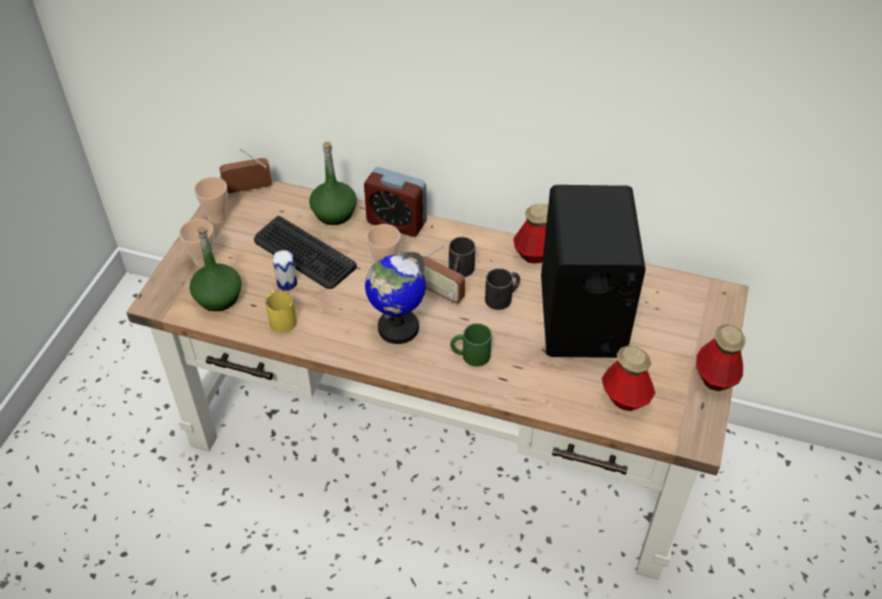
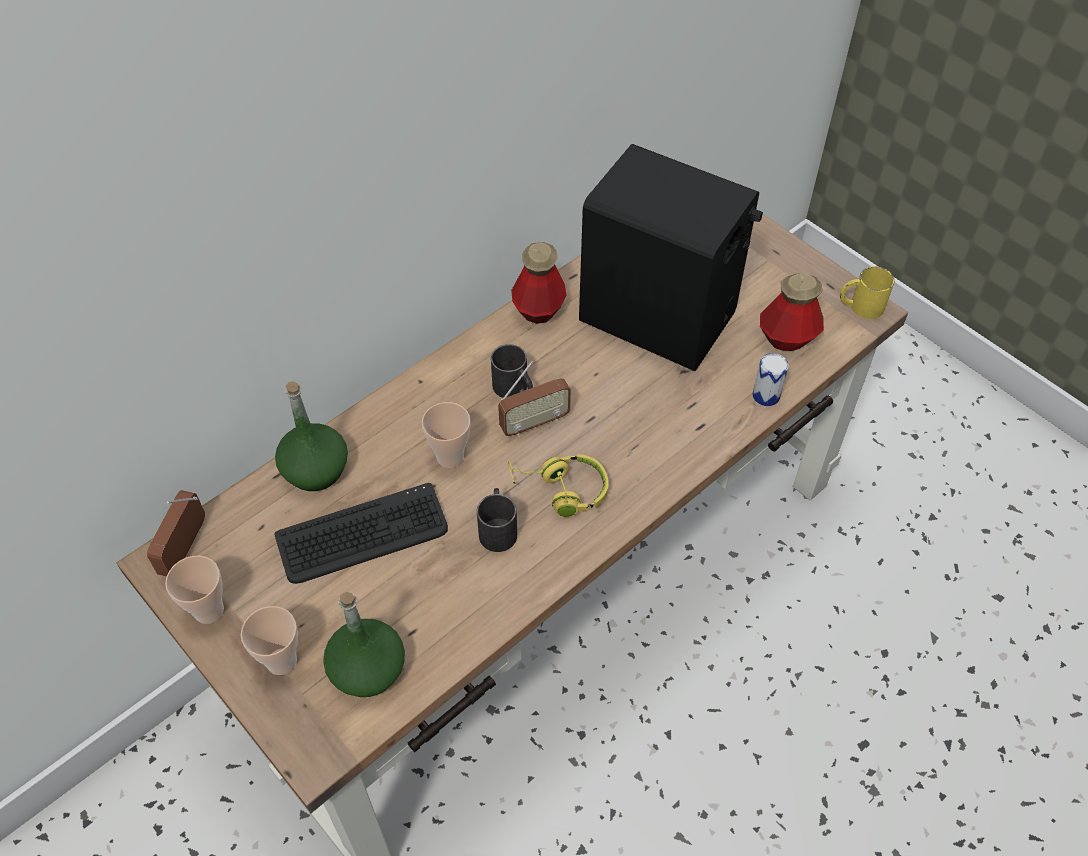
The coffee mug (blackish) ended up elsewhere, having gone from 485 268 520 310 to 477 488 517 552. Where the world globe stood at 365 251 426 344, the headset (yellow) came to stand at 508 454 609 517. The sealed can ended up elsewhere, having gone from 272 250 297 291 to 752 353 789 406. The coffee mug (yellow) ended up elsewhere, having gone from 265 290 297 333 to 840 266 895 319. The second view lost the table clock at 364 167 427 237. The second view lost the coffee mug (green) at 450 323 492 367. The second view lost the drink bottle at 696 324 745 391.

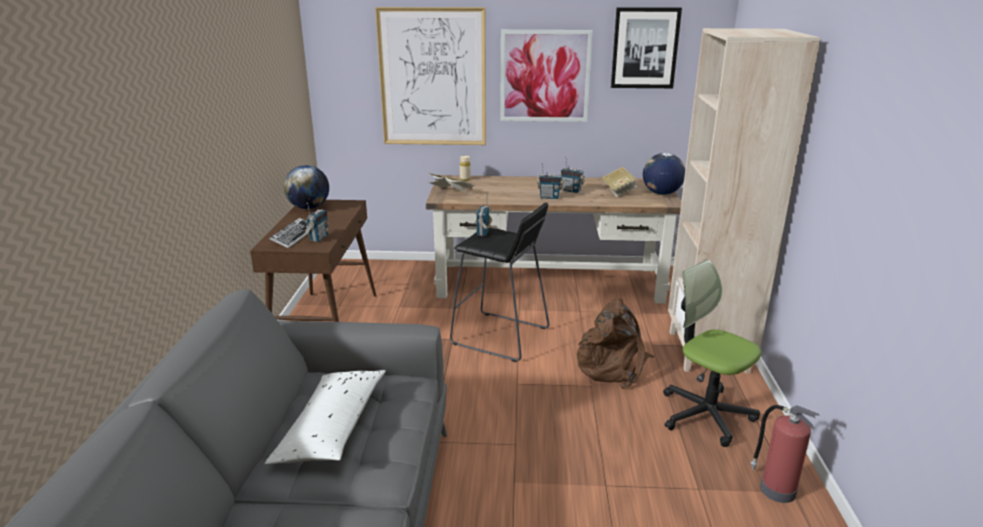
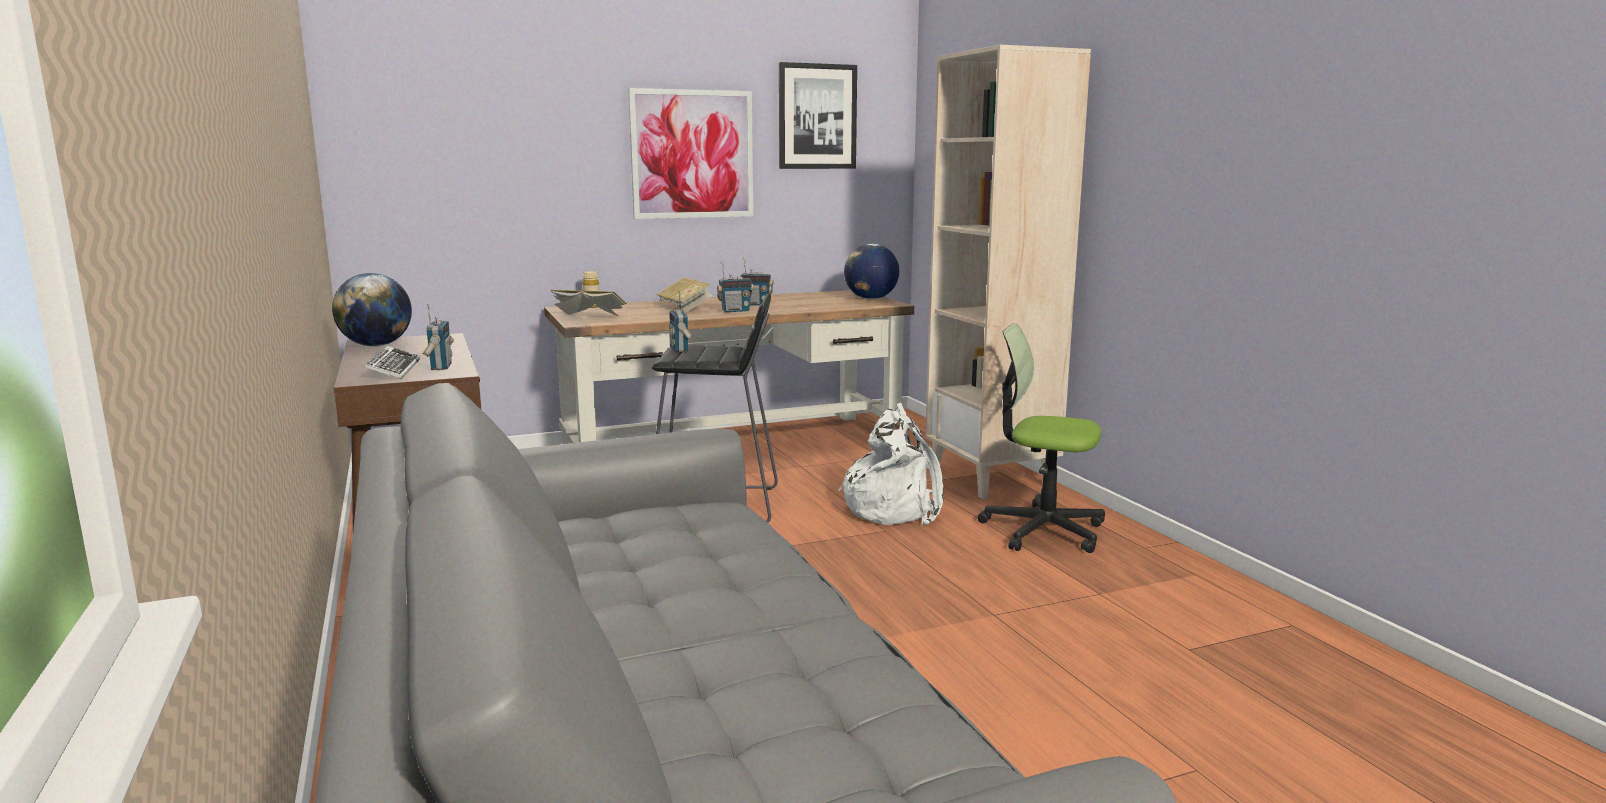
The volume ended up elsewhere, having gone from 602 167 637 197 to 656 277 713 312. What was the knapsack (brown-coloured) at 577 298 655 389 turned into the knapsack (white) at 838 403 943 526. The second view lost the cushion (white) at 265 370 386 464. The second view lost the wall picture at 375 7 486 145. The second view lost the extinguisher at 751 405 820 503.

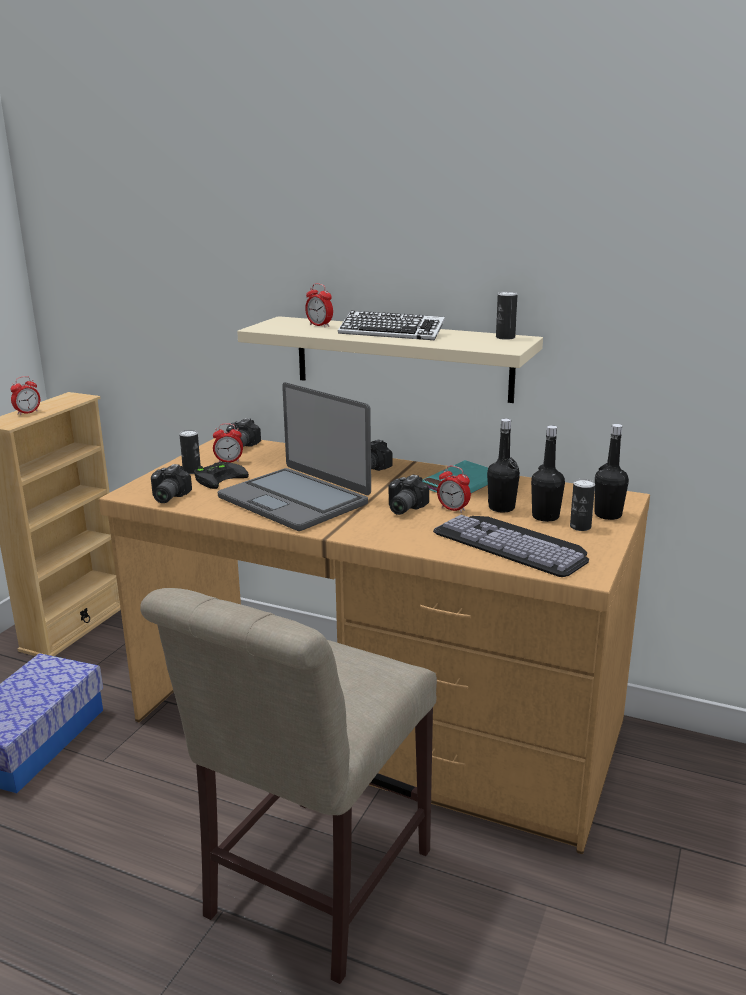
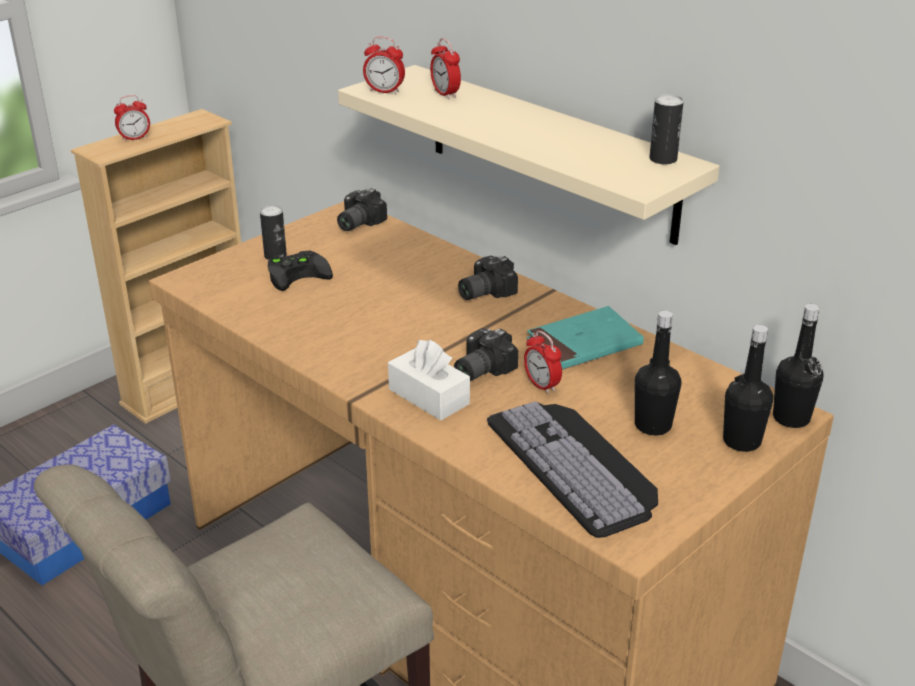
The table clock ended up elsewhere, having gone from 213 423 243 463 to 363 37 405 94. The second view gained the box of tissues (white) at 388 340 470 420. The drink bottle (blackish) ended up elsewhere, having gone from 487 419 520 513 to 773 304 824 428. The second view lost the still camera at 151 464 192 503. The second view lost the laptop at 218 382 371 531. The second view lost the PC keyboard at 338 311 445 340. The second view lost the sealed can at 570 479 595 531.

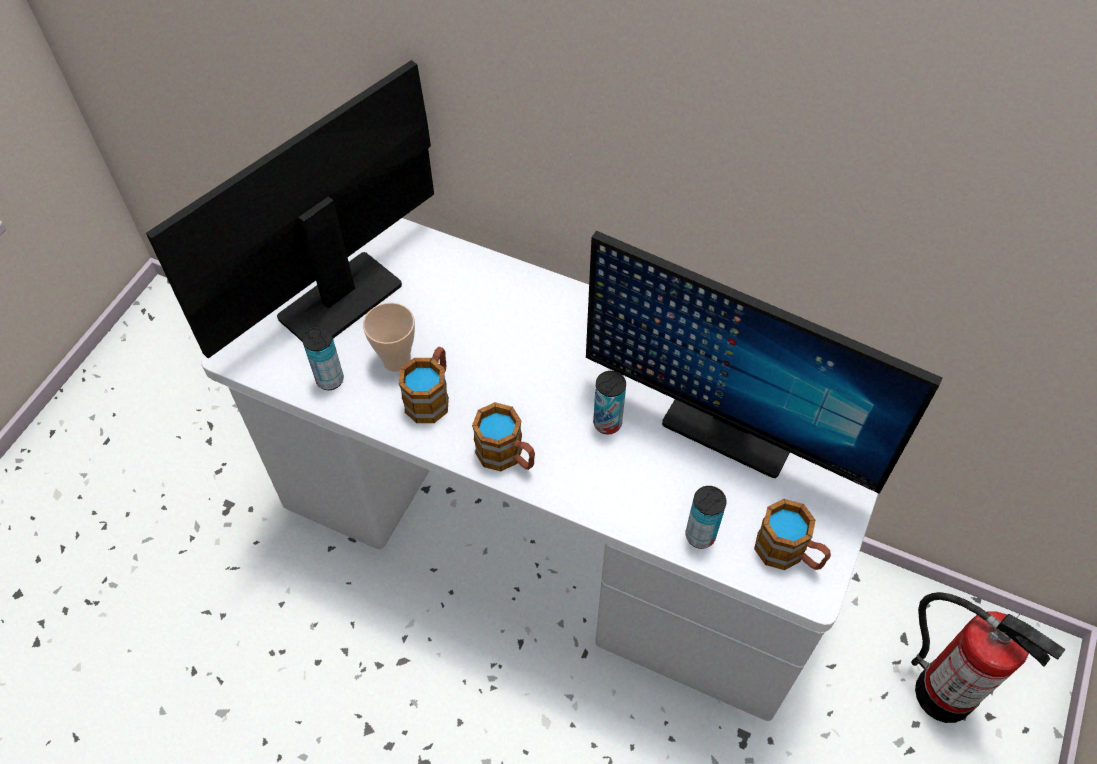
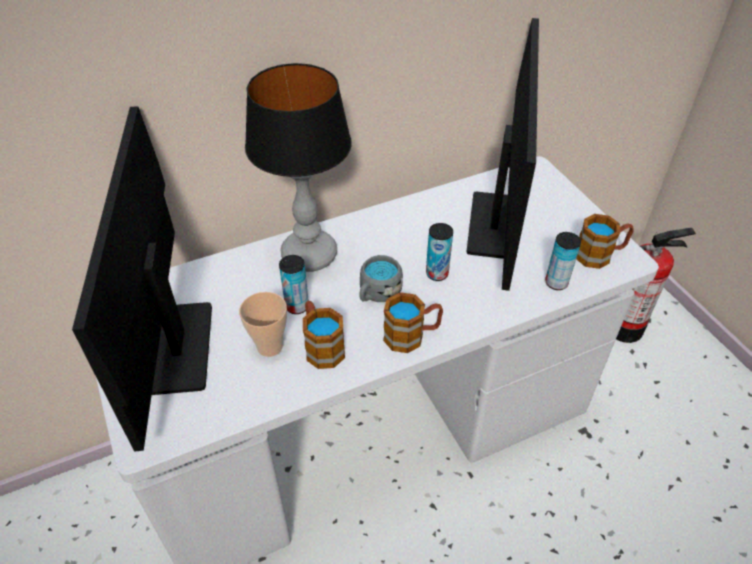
The second view gained the tabletop lamp at 245 63 352 272. The sealed can ended up elsewhere, having gone from 302 327 344 390 to 279 255 309 314. The second view gained the coffee mug (greyish) at 359 255 403 302. The computer screen at 586 231 943 494 ended up facing another way, 60 degrees counterclockwise from before.

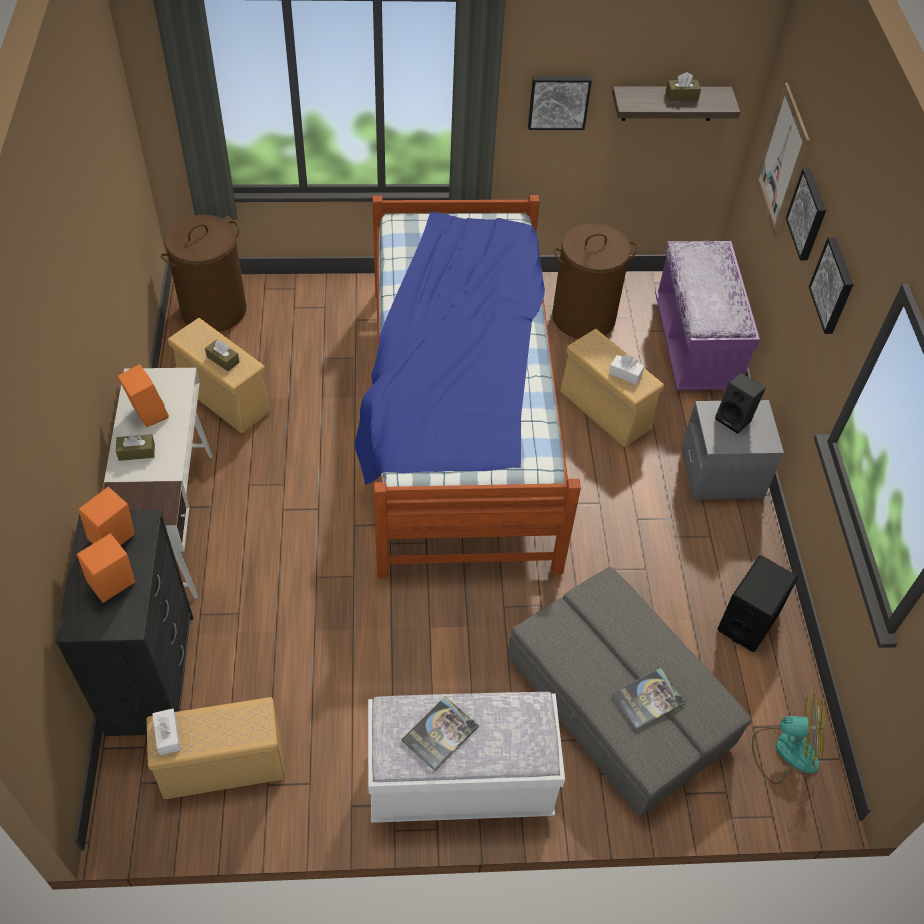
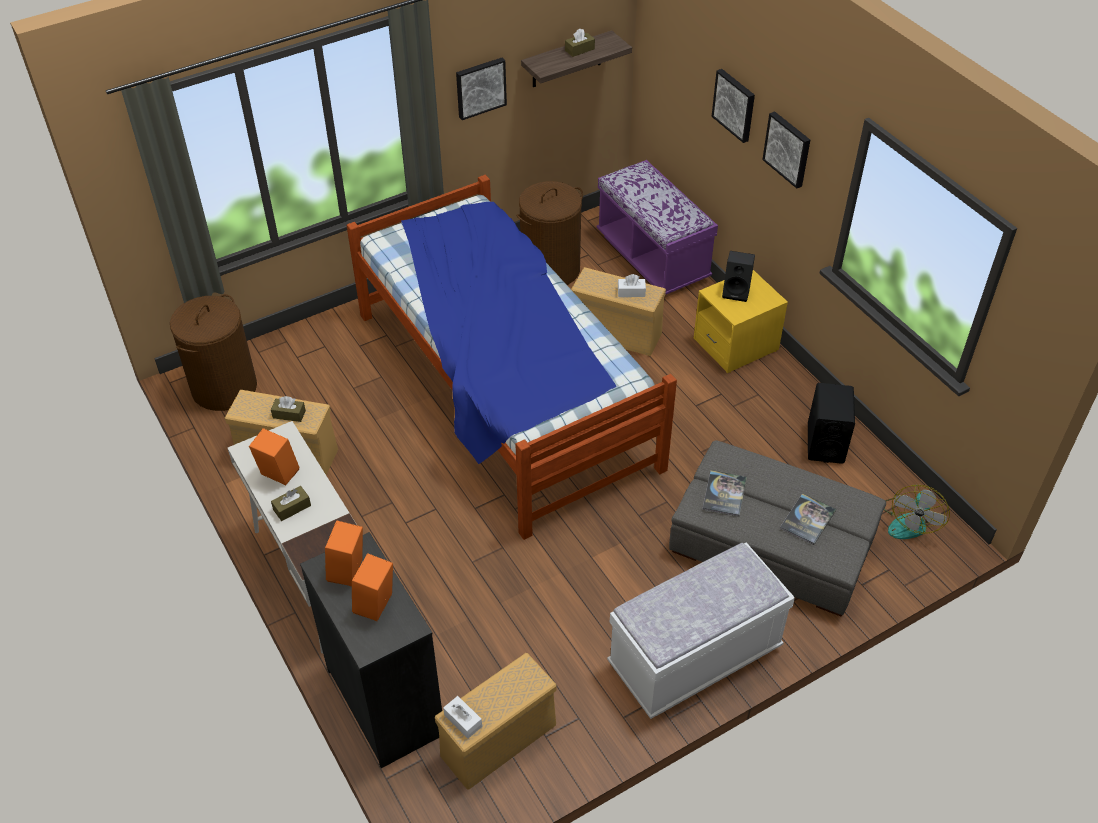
What was the nightstand (greyish) at 681 400 784 500 turned into the nightstand (yellow) at 693 270 788 373. The volume ended up elsewhere, having gone from 401 697 479 771 to 702 470 747 516. The fan at 752 694 825 785 ended up facing another way, 135 degrees clockwise from before. The second view lost the wall picture at 755 83 810 237.

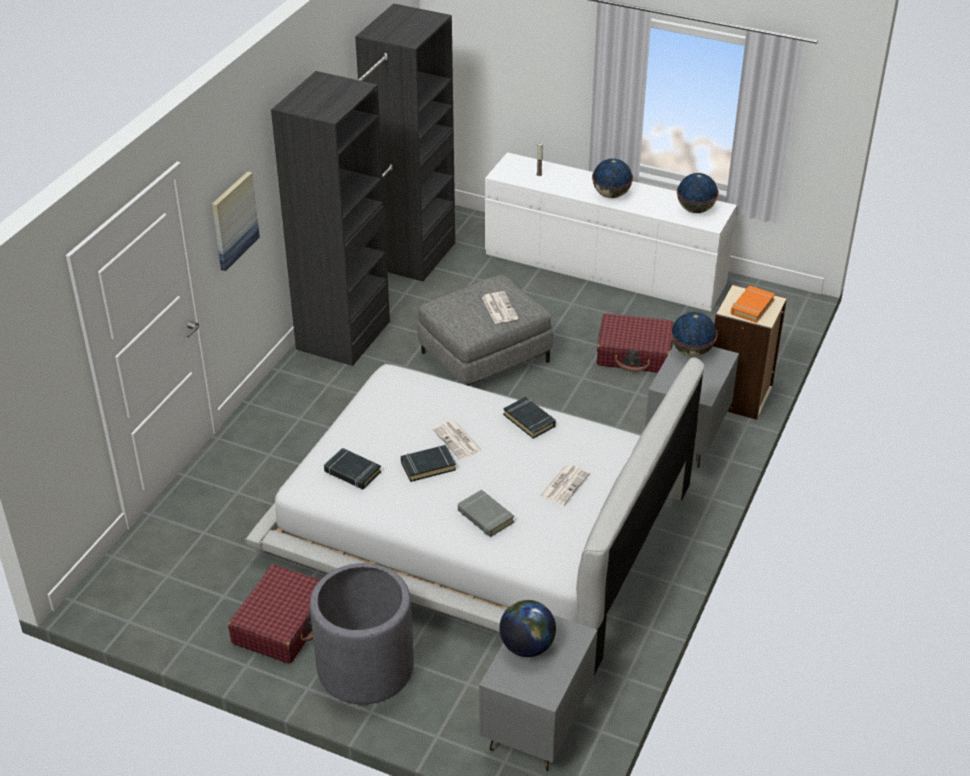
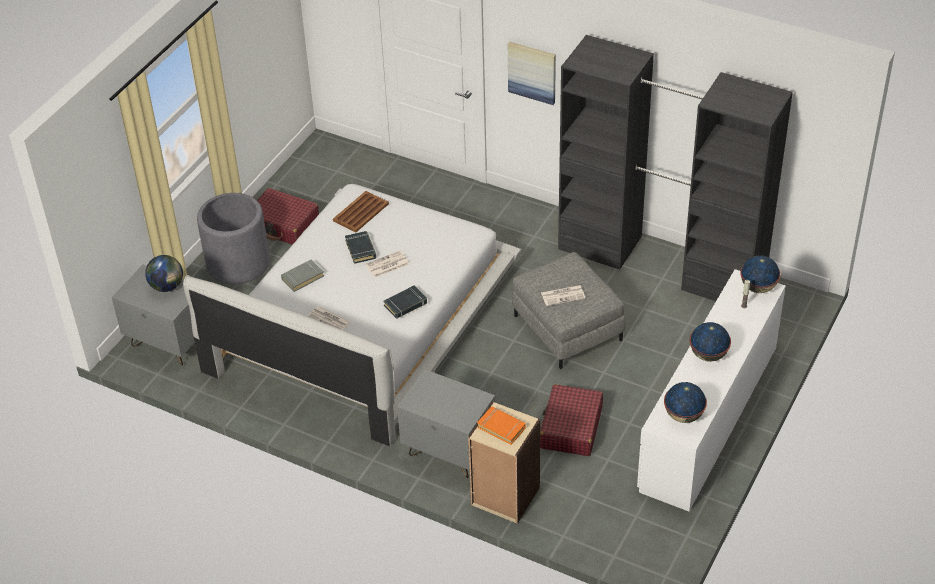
Where the volume (blackish) stood at 324 448 381 489, the carrying tray (brown-coloured) came to stand at 333 191 389 232. The world globe ended up elsewhere, having gone from 671 312 718 356 to 740 255 780 293.

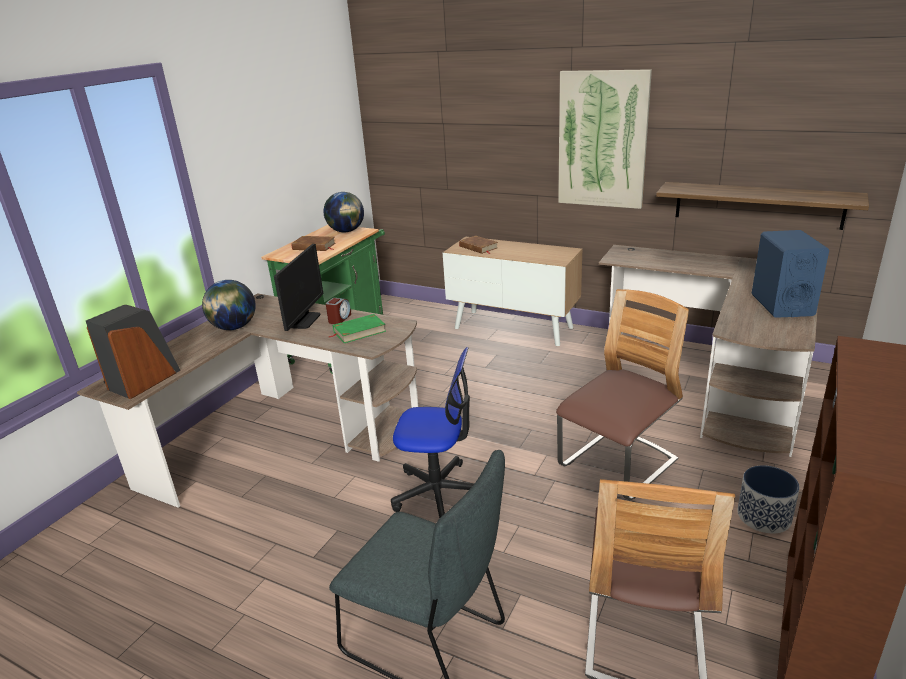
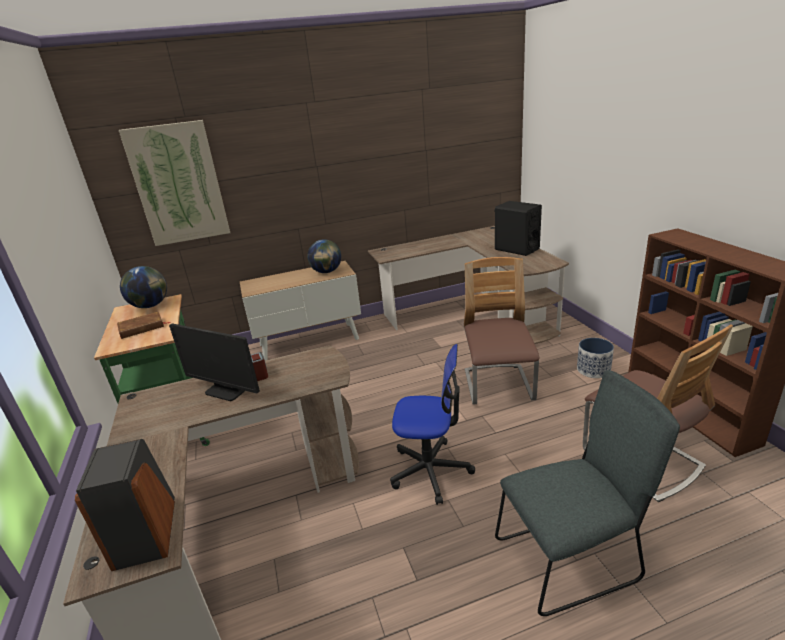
The wall picture ended up elsewhere, having gone from 558 69 652 209 to 119 120 230 246. The computer screen at 274 244 323 331 ended up facing another way, 150 degrees clockwise from before. The world globe ended up elsewhere, having gone from 202 280 256 330 to 307 239 341 273. The office chair at 391 347 474 518 ended up facing another way, 45 degrees clockwise from before. What was the audio speaker (blue-coloured) at 752 230 829 318 turned into the audio speaker (blackish) at 494 201 542 256. The second view lost the volume (green) at 328 314 386 343. The second view lost the volume (brown-coloured) at 459 235 498 254. The second view lost the shelf at 656 182 869 230.

